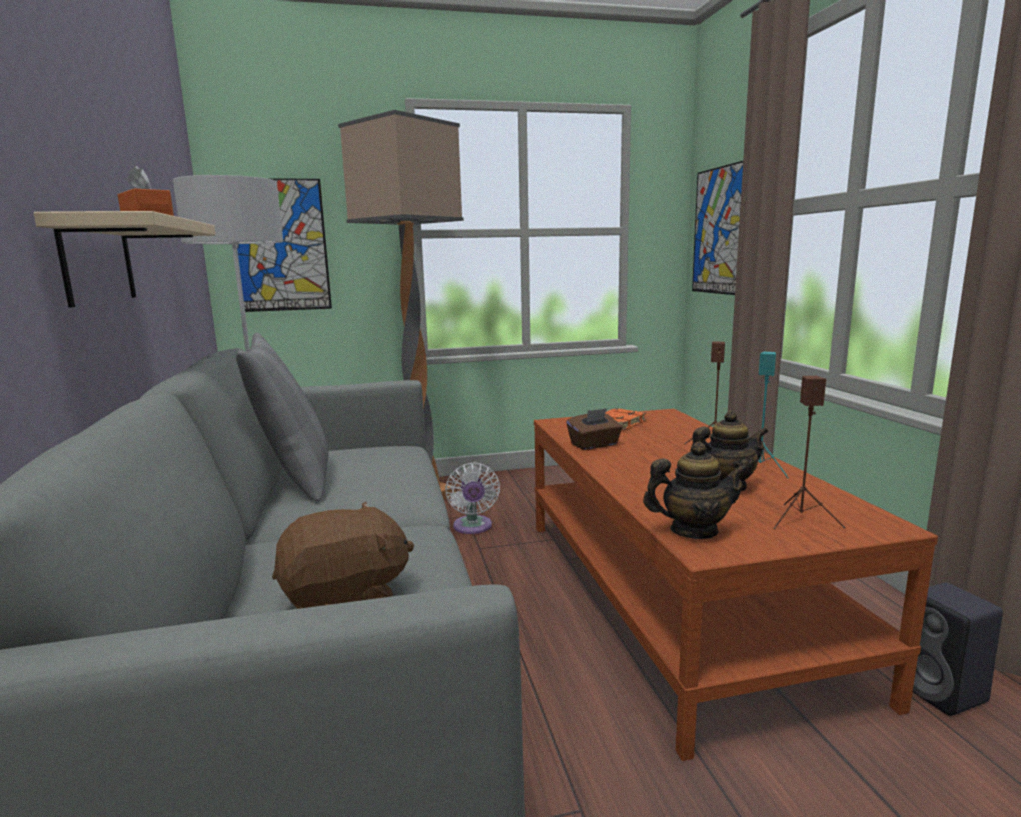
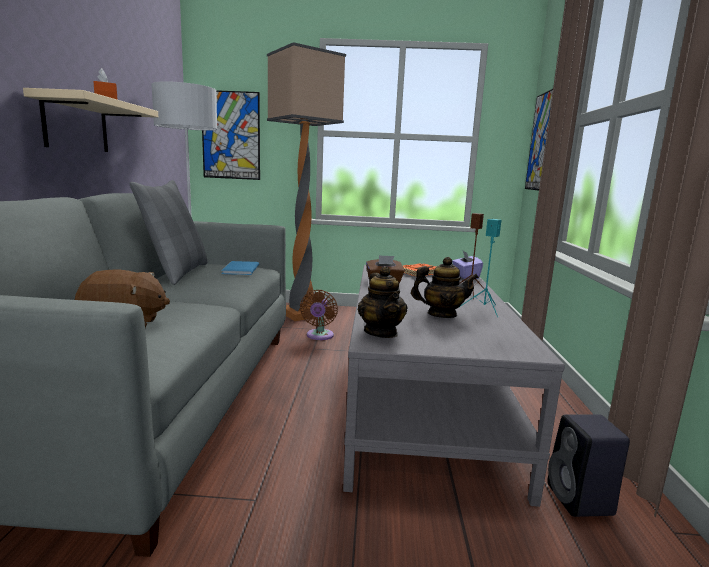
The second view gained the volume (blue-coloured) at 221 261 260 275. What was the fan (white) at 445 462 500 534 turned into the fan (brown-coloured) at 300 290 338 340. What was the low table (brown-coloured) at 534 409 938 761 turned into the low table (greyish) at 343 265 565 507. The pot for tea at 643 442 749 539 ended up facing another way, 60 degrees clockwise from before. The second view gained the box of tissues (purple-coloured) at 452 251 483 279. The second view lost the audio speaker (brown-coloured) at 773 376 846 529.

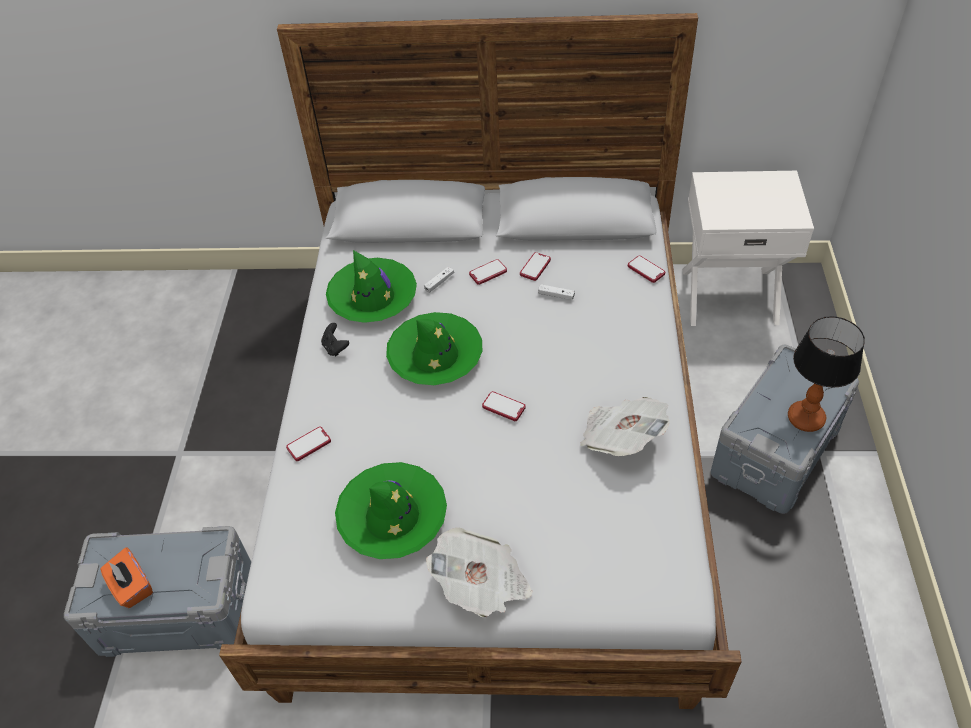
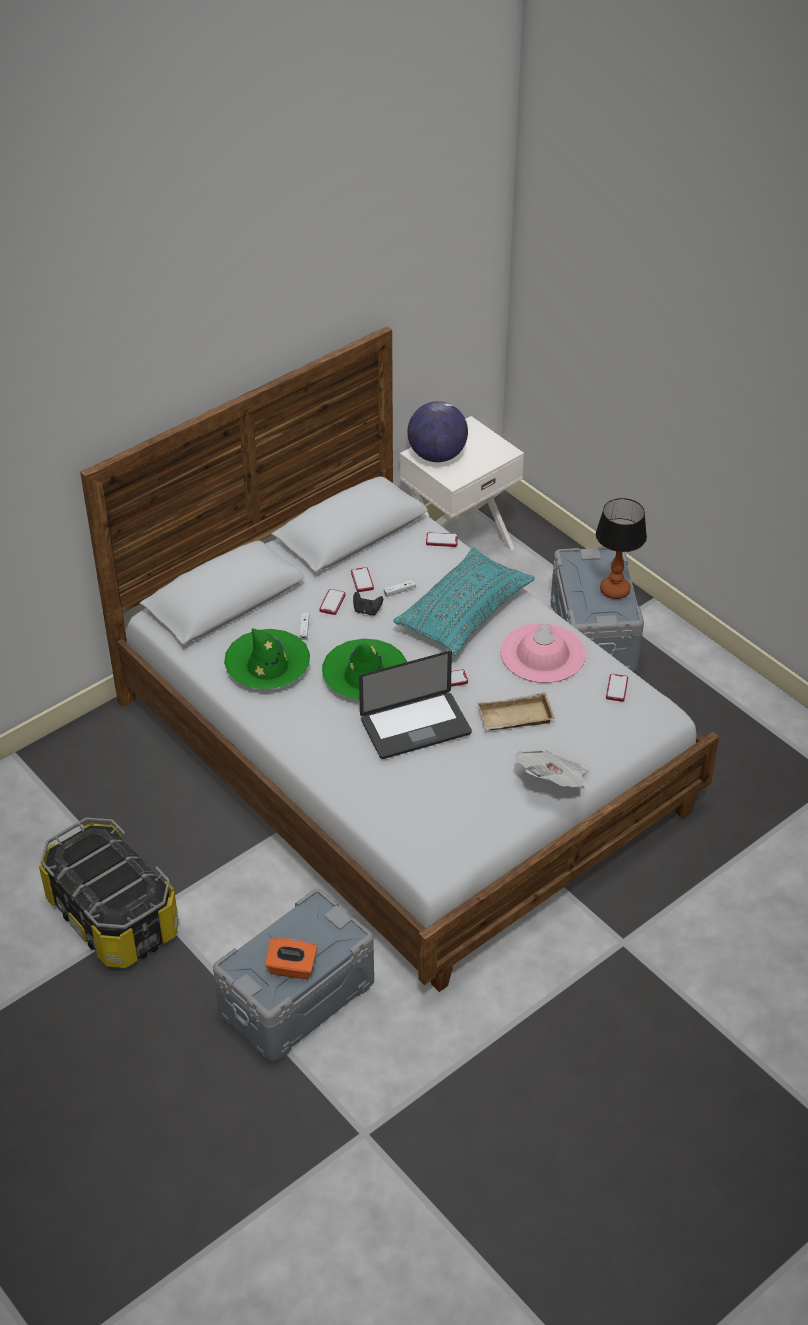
The second view gained the storage container at 39 818 179 968. The gamepad (blackish) ended up elsewhere, having gone from 321 323 349 356 to 353 591 383 615. The second view gained the laptop at 359 651 472 759. The second view gained the cushion (turquoise-coloured) at 393 547 535 655. The second view gained the world globe at 407 401 468 462. The second view gained the carrying tray (beige-coloured) at 478 692 555 730. Where the printed paper stood at 580 397 669 456, the wearable hat (pinkish) came to stand at 500 623 586 683. The handset ended up elsewhere, having gone from 286 427 331 461 to 606 674 628 702. The second view lost the wearable hat (green) at 335 462 447 559.

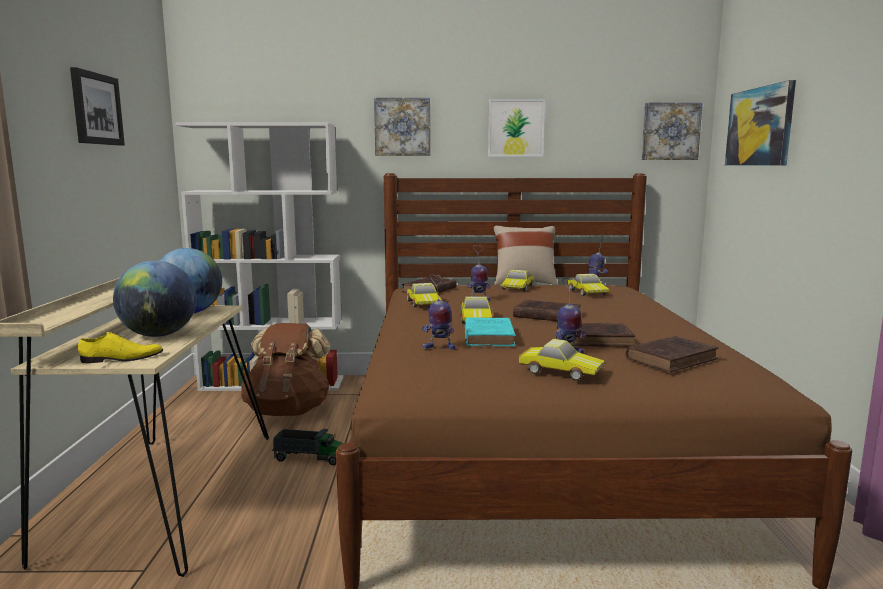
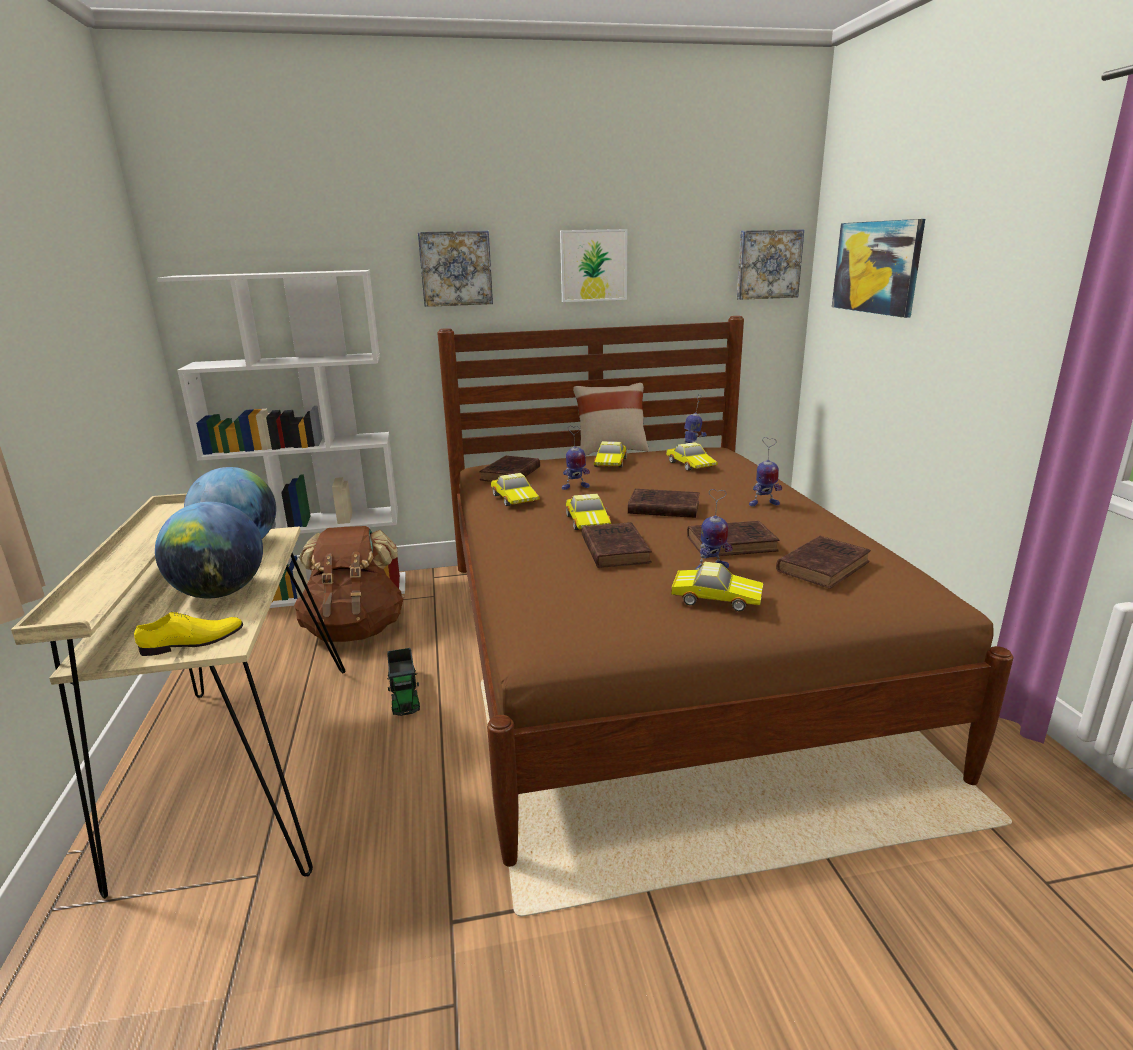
The model truck at 272 429 343 466 ended up facing another way, 75 degrees clockwise from before. What was the volume (turquoise-coloured) at 465 317 515 346 turned into the volume (brown-coloured) at 582 522 652 568. The toy robot ended up elsewhere, having gone from 422 274 455 350 to 749 437 782 506. The second view lost the wall picture at 70 67 125 146.

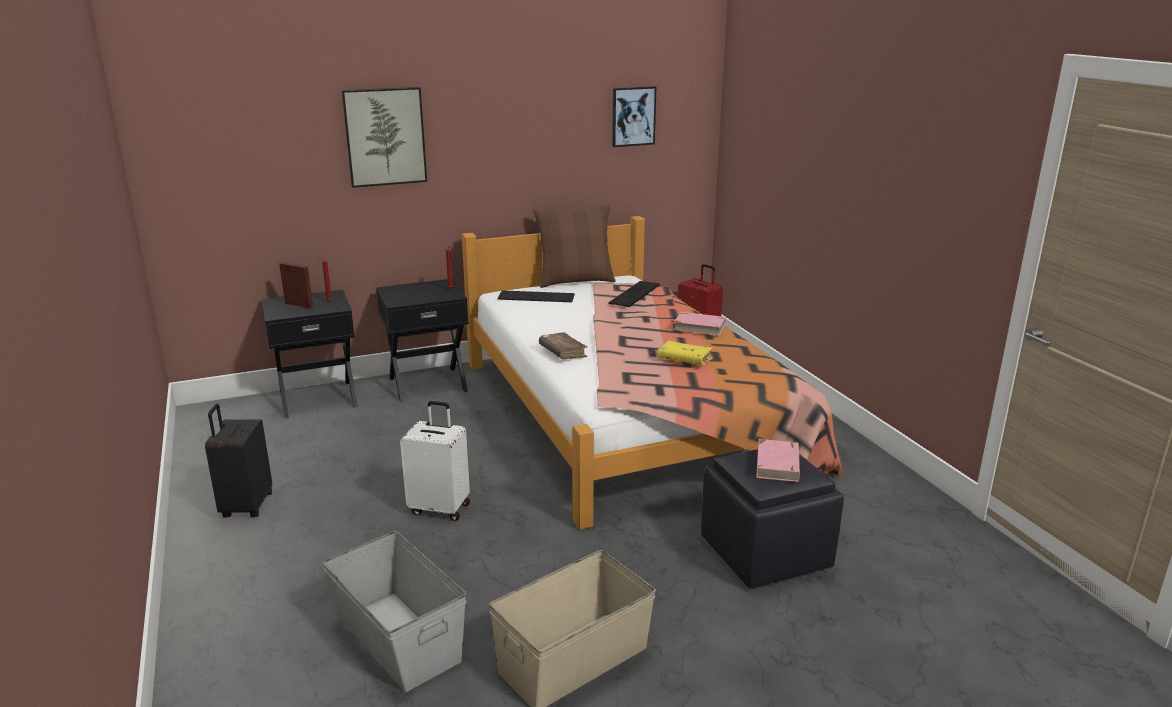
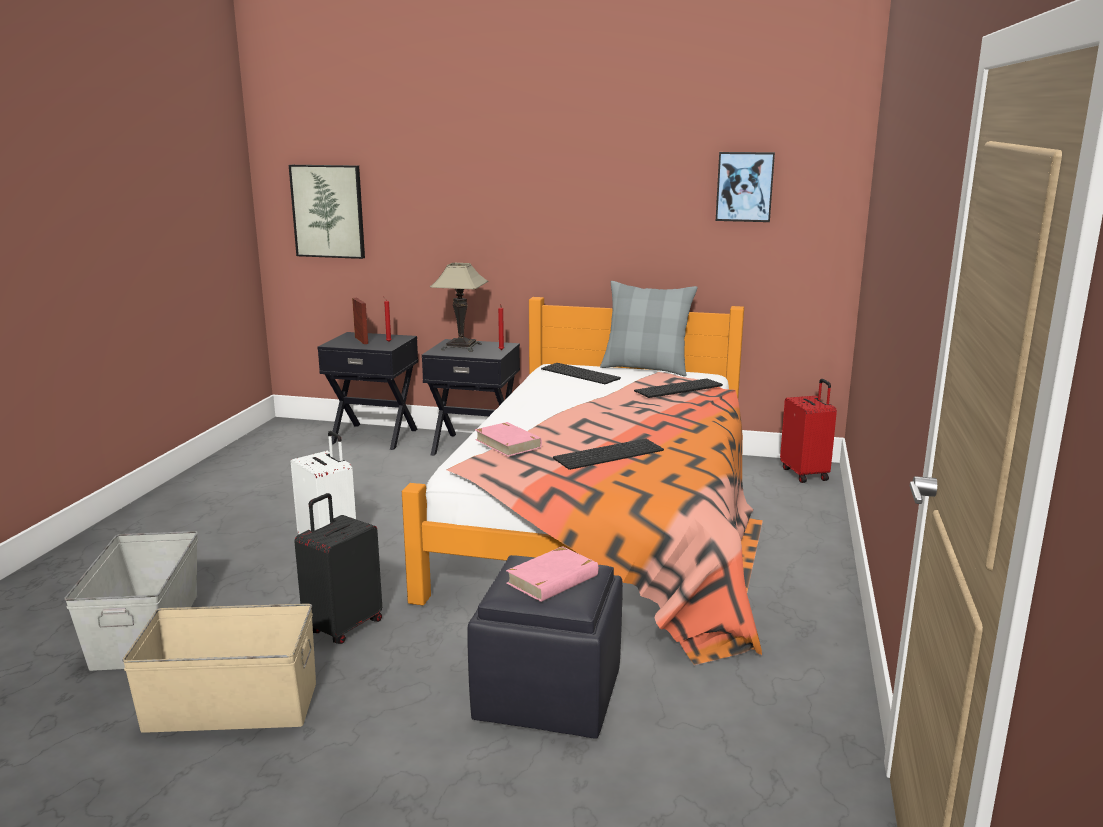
The wall picture ended up elsewhere, having gone from 342 87 427 188 to 289 165 365 259. The travel case (blackish) ended up elsewhere, having gone from 205 404 272 517 to 294 493 382 644. The second view gained the tabletop lamp at 430 263 488 352. The volume (pinkish) ended up elsewhere, having gone from 671 312 726 336 to 475 422 542 457. Where the volume (yellow) stood at 658 341 713 365, the PC keyboard came to stand at 553 439 664 470. What was the cushion (brown-coloured) at 533 205 615 288 turned into the cushion (greyish) at 600 281 698 376. The second view lost the volume (brown-coloured) at 539 332 587 360.

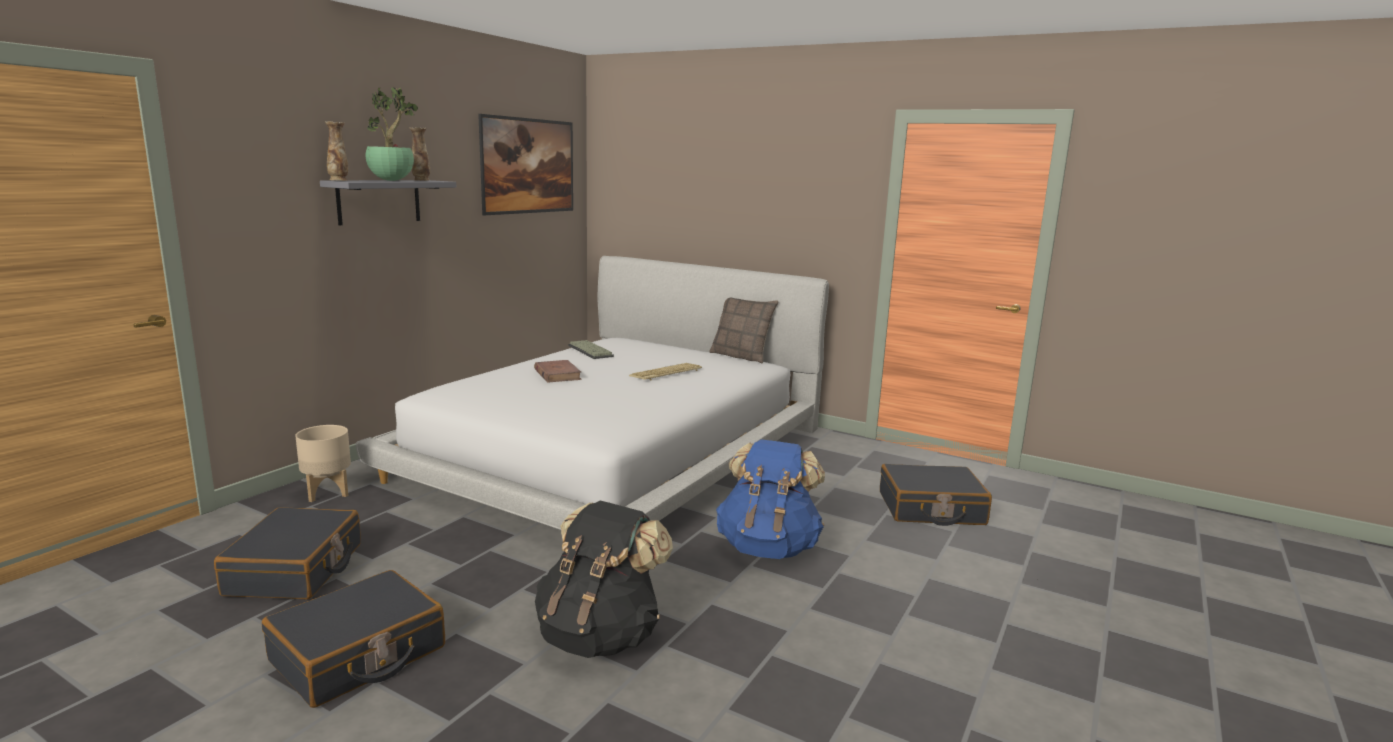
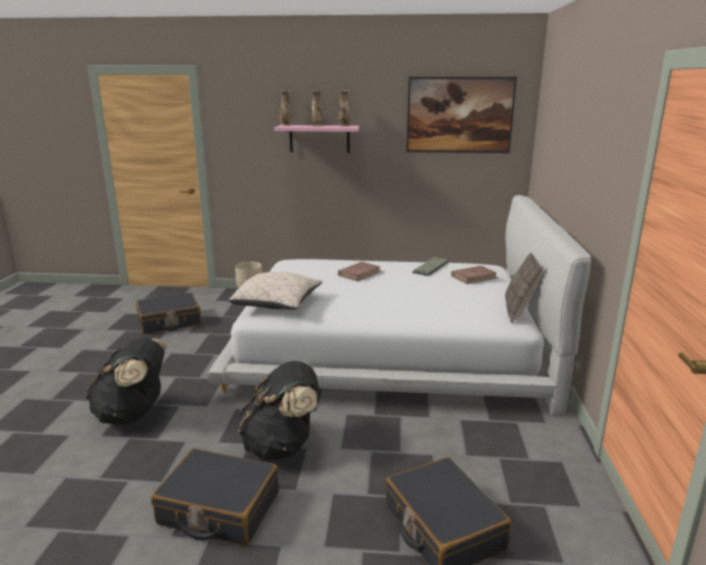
The travel case (blackish) ended up elsewhere, having gone from 262 570 445 708 to 151 448 279 546. The second view gained the cushion (beige-coloured) at 228 272 322 310. What was the knapsack (blue-coloured) at 716 440 825 559 turned into the knapsack (blackish) at 238 361 319 460. What was the shelf (greyish) at 320 180 456 225 turned into the shelf (pinkish) at 274 125 359 153. Where the houseplant stood at 366 88 418 181, the flower vase came to stand at 311 91 323 126. The second view gained the volume (brown-coloured) at 451 266 498 284. The second view lost the PC keyboard at 629 363 702 381.

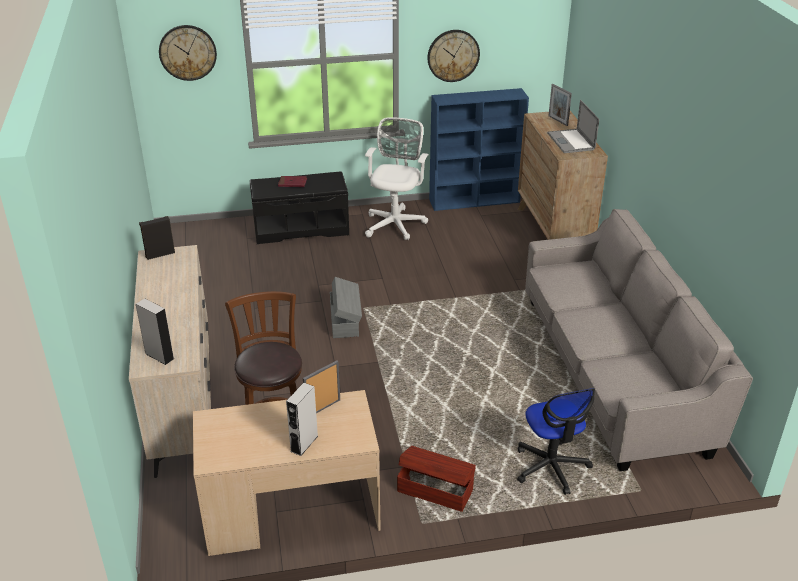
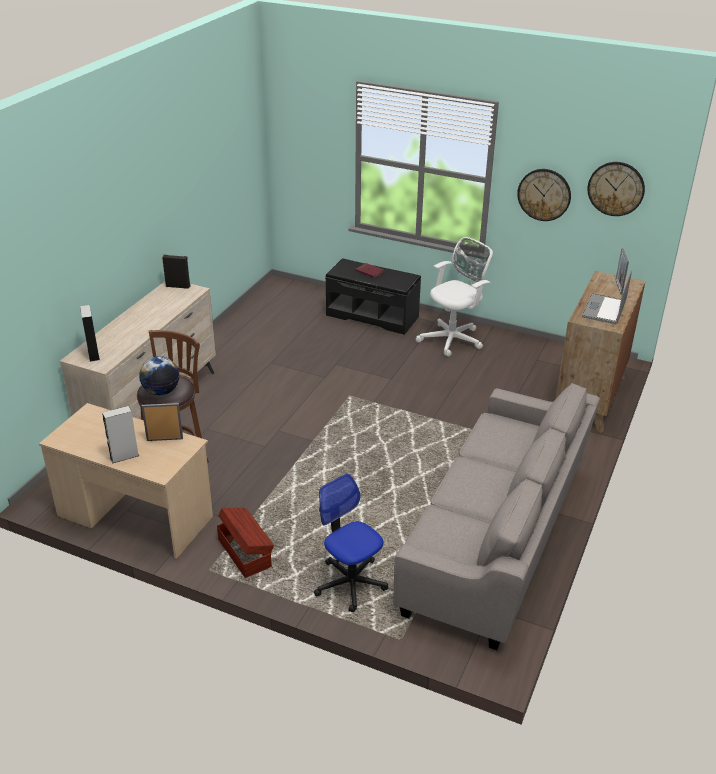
The second view gained the world globe at 139 356 179 395. The office chair at 517 388 595 495 ended up facing another way, 120 degrees clockwise from before. The hanging clock ended up elsewhere, having gone from 159 25 217 81 to 587 162 645 216. The second view lost the storage container (greyish) at 330 277 362 338. The second view lost the bookcase (blue-coloured) at 429 88 529 211.

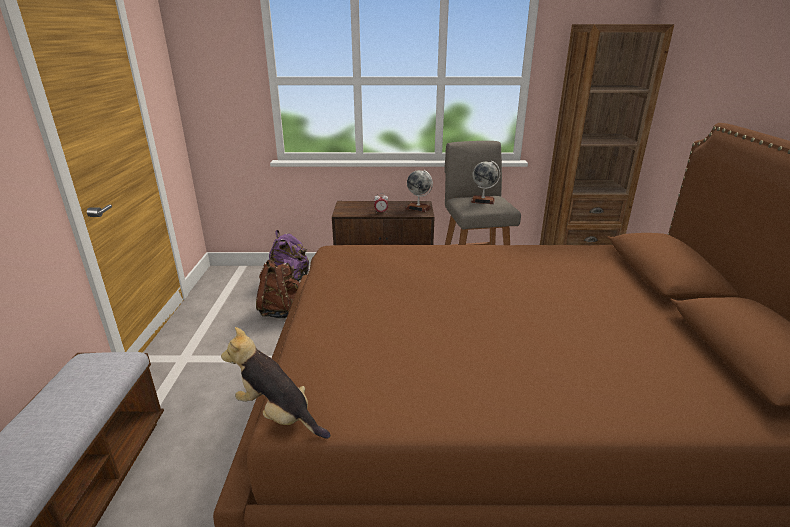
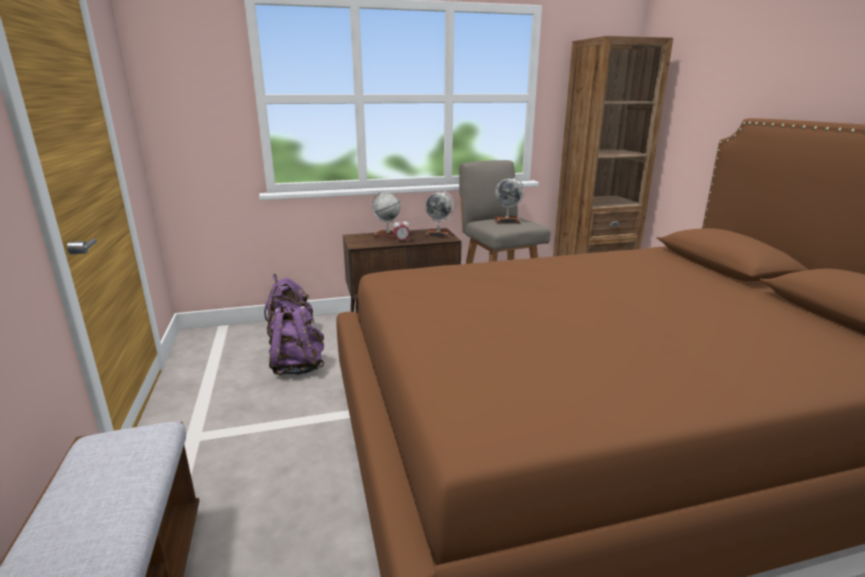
What was the knapsack (brown-coloured) at 256 260 300 319 turned into the knapsack (purple-coloured) at 269 304 324 375. The second view gained the world globe at 372 192 401 239. The second view lost the soft toy at 221 327 331 439.

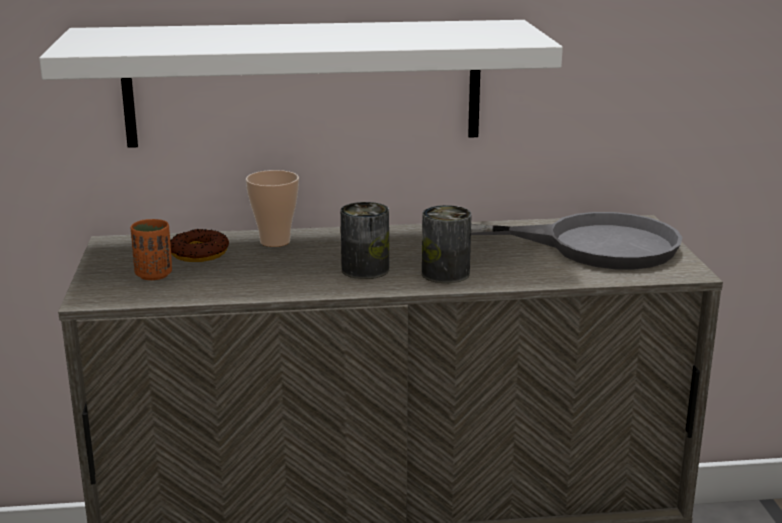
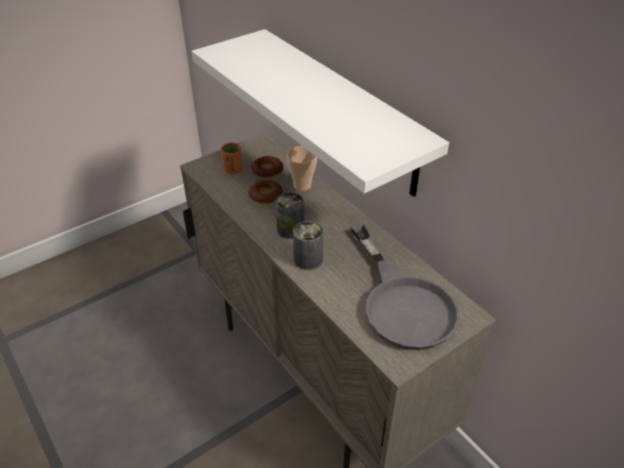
The second view gained the ring doughnut at 249 180 283 204.

